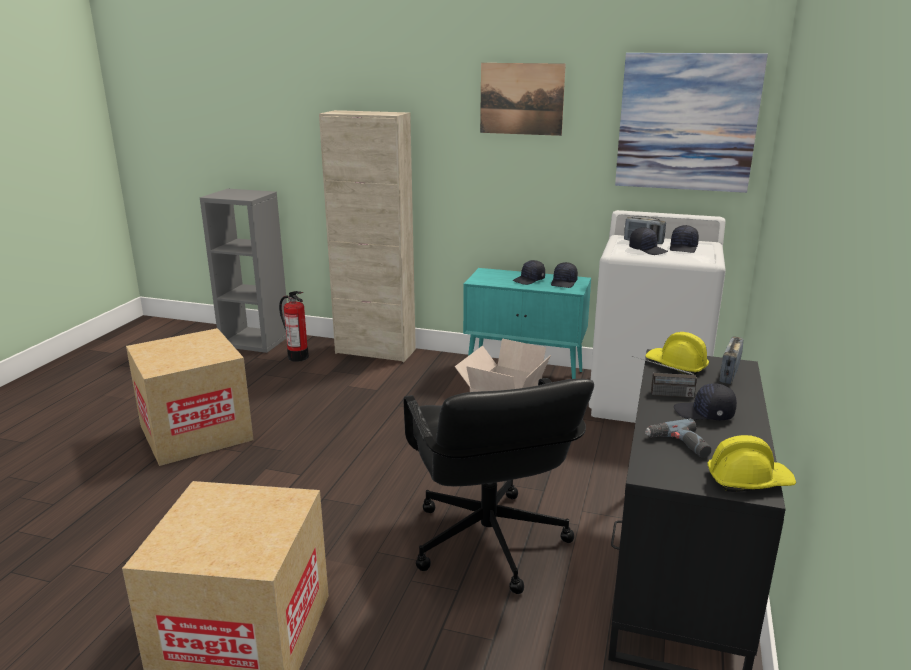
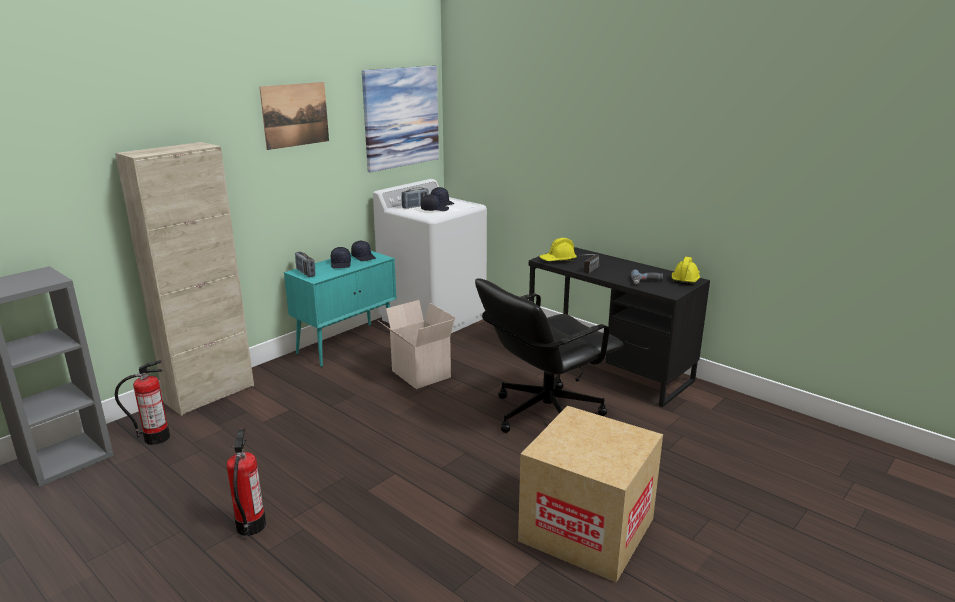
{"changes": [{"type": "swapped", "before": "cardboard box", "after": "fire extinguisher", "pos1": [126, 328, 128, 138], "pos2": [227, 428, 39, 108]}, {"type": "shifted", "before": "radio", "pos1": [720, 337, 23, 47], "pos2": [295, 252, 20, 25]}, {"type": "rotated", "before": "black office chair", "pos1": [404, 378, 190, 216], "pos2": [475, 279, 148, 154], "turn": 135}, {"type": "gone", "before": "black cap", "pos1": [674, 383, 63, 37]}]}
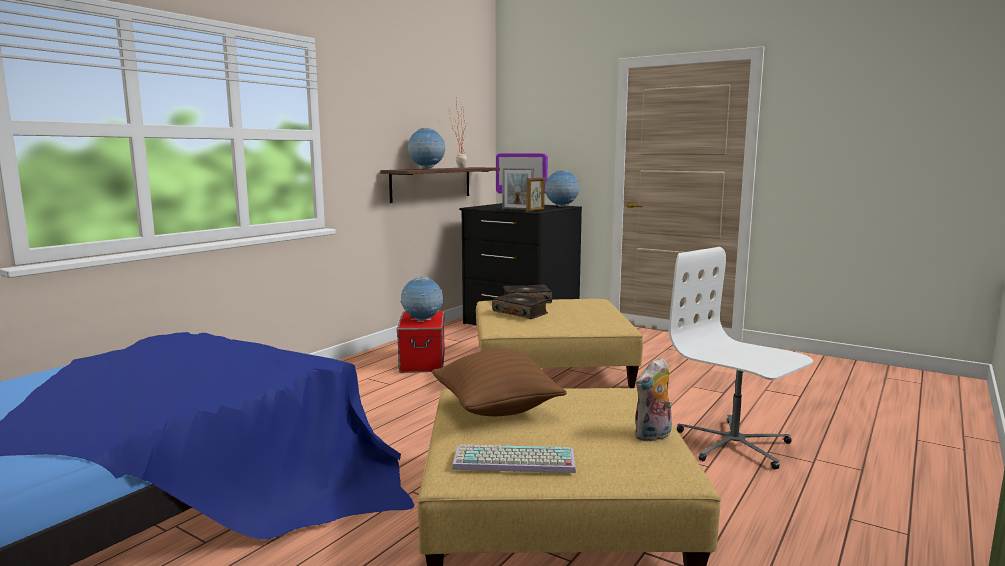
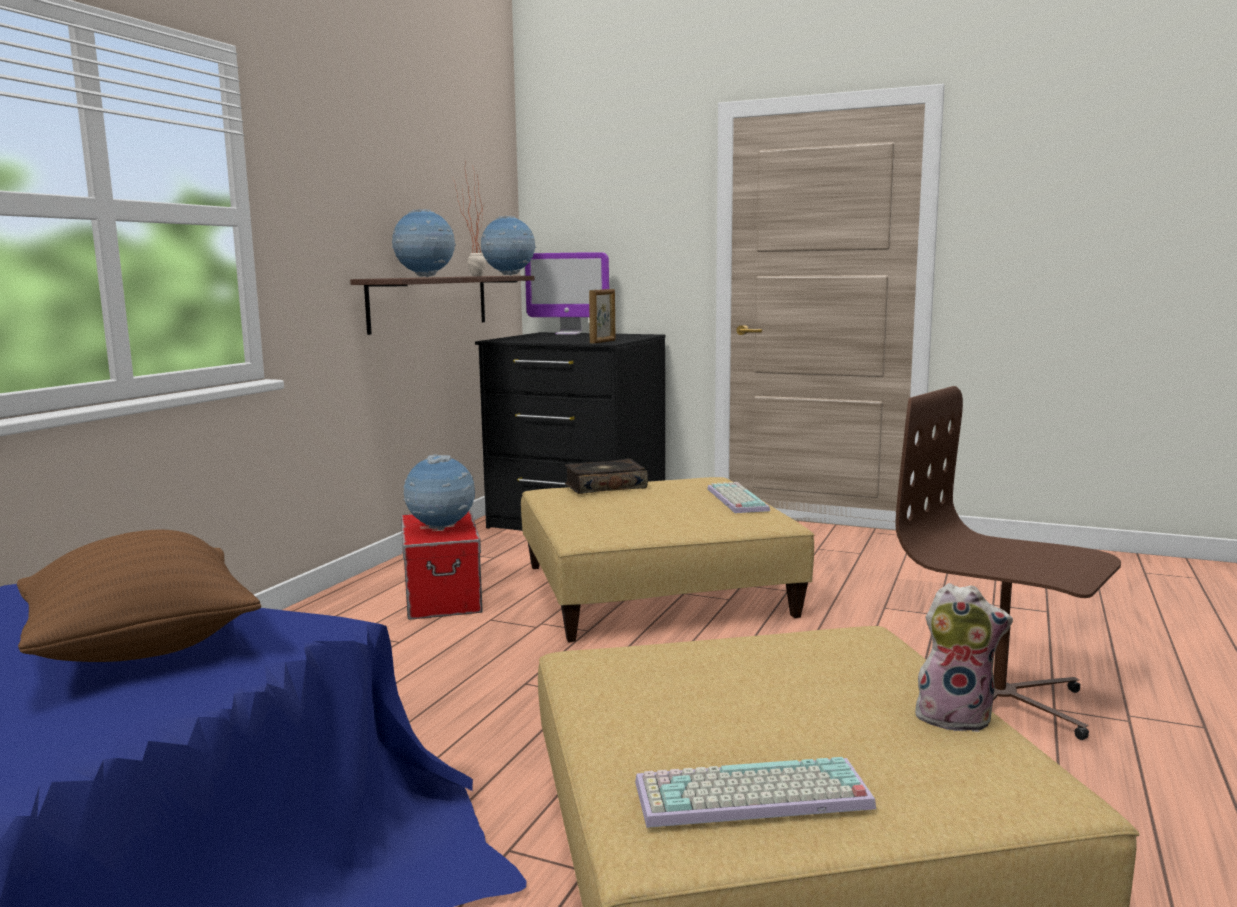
{"changes": [{"type": "gone", "before": "picture frame", "pos1": [502, 168, 31, 42]}, {"type": "shifted", "before": "globe", "pos1": [545, 170, 35, 37], "pos2": [481, 216, 56, 60]}, {"type": "repainted", "before": "white office chair", "after": "brown office chair", "pos1": [669, 247, 144, 223], "pos2": [895, 386, 226, 354]}, {"type": "gone", "before": "book", "pos1": [492, 293, 56, 26]}, {"type": "shifted", "before": "brown pillow", "pos1": [432, 349, 135, 67], "pos2": [17, 529, 244, 133]}, {"type": "rotated", "before": "plush toy", "pos1": [635, 358, 37, 84], "pos2": [914, 583, 99, 149], "turn": -120}, {"type": "new", "after": "keyboard", "pos2": [707, 482, 63, 31]}]}
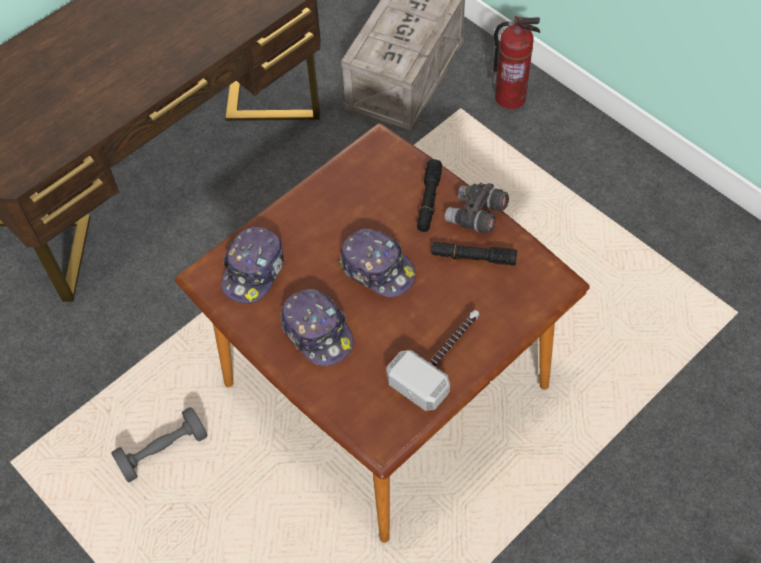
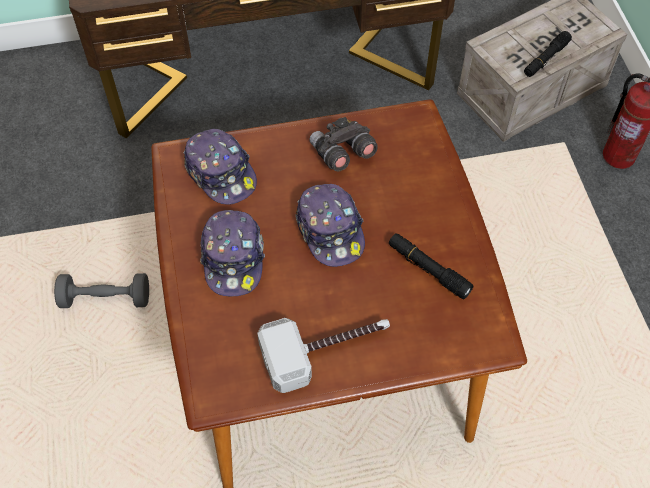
{"changes": [{"type": "shifted", "before": "black flashlight", "pos1": [417, 159, 25, 73], "pos2": [524, 31, 48, 46]}, {"type": "shifted", "before": "grey binoculars", "pos1": [445, 183, 64, 50], "pos2": [310, 117, 68, 54]}, {"type": "rotated", "before": "cap", "pos1": [221, 227, 63, 77], "pos2": [184, 129, 73, 76], "turn": -90}]}
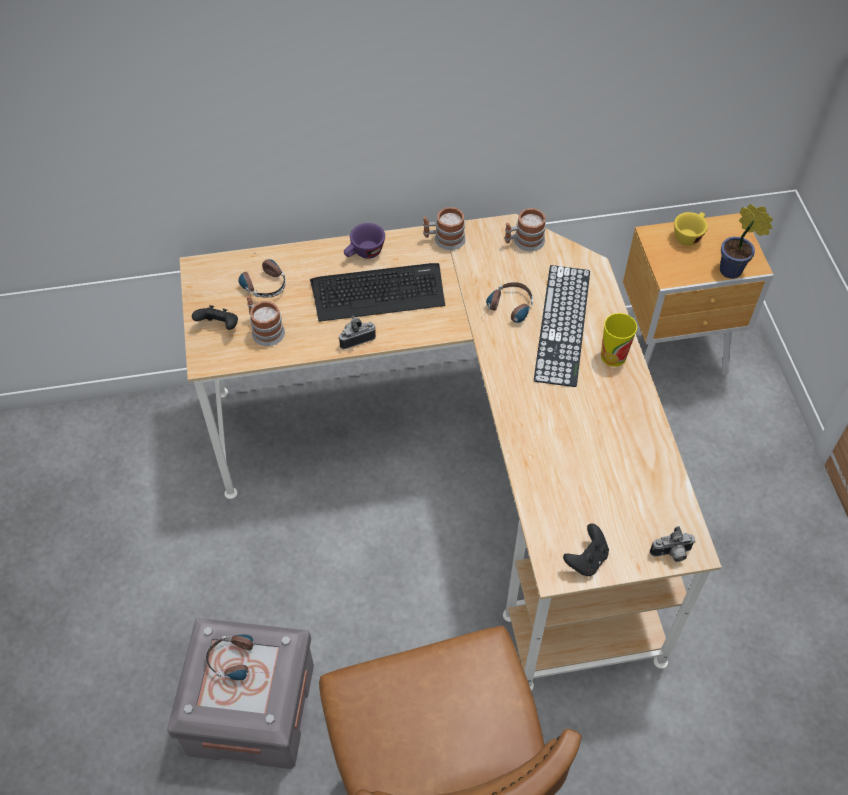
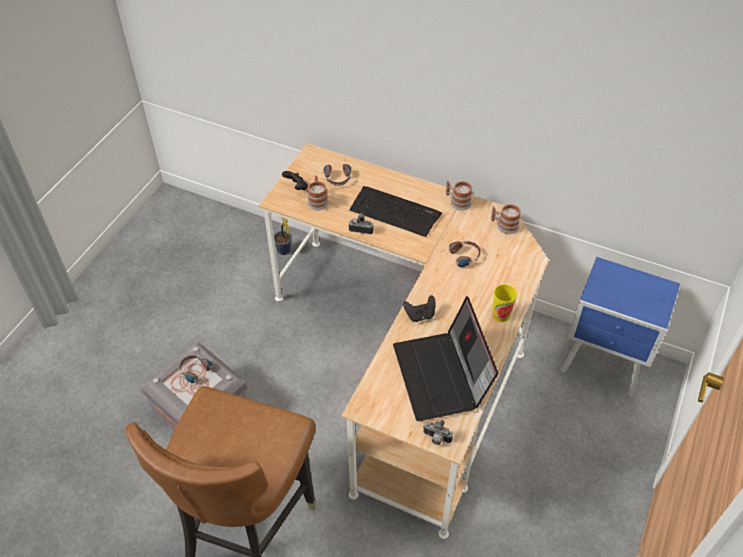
{"changes": [{"type": "shifted", "before": "potted plant", "pos1": [720, 204, 53, 75], "pos2": [274, 217, 18, 38]}, {"type": "gone", "before": "yellow cup", "pos1": [674, 212, 34, 34]}, {"type": "repainted", "before": "brown nightstand", "after": "blue nightstand", "pos1": [623, 213, 151, 163], "pos2": [561, 257, 119, 140]}, {"type": "gone", "before": "purple cup", "pos1": [344, 223, 41, 36]}, {"type": "gone", "before": "keyboard", "pos1": [534, 265, 56, 122]}, {"type": "shifted", "before": "black game controller", "pos1": [563, 524, 46, 52], "pos2": [403, 295, 33, 27]}, {"type": "new", "after": "laptop", "pos2": [393, 296, 105, 125]}]}
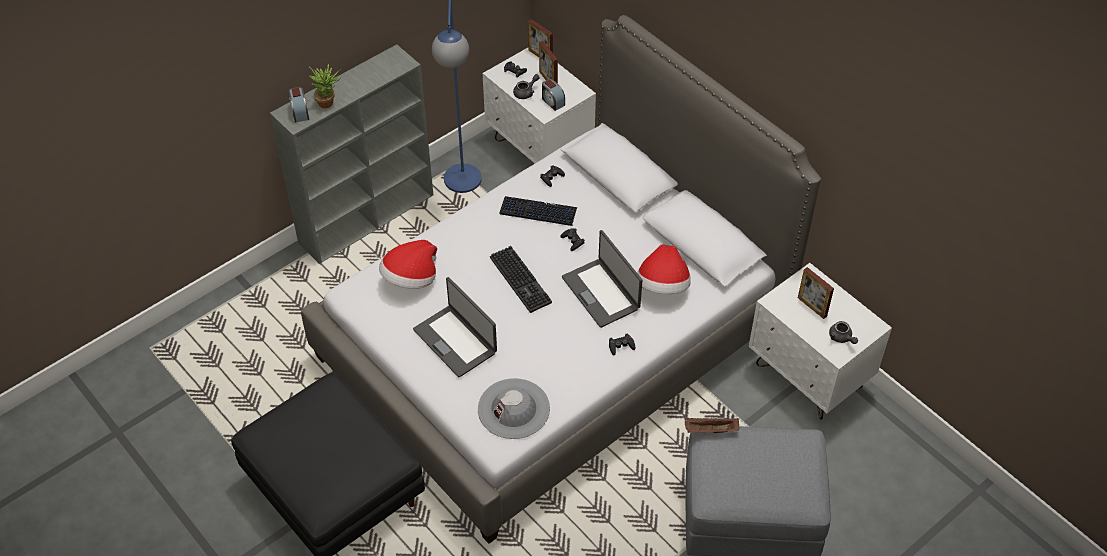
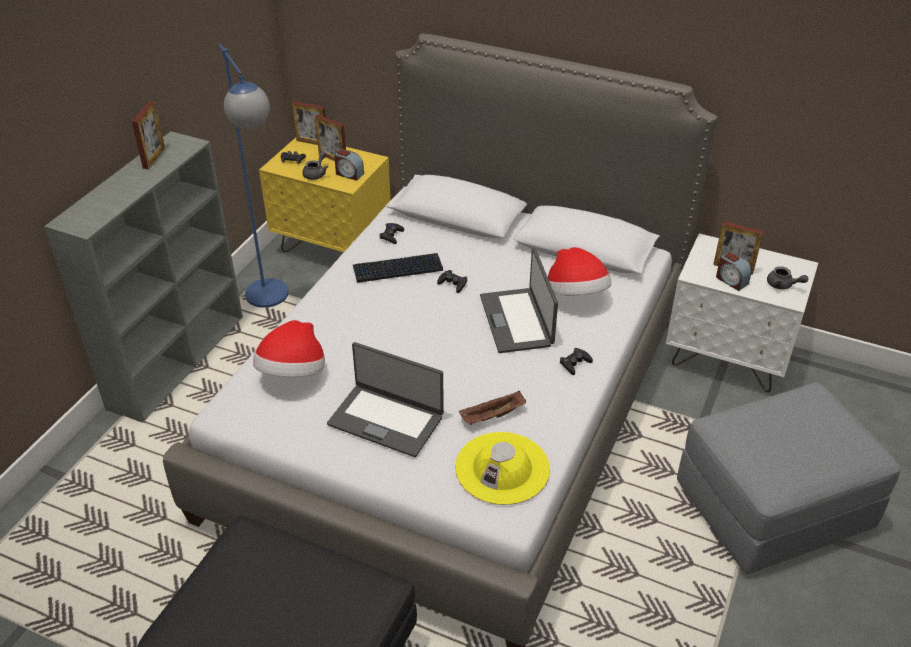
{"changes": [{"type": "repainted", "before": "white nightstand", "after": "yellow nightstand", "pos1": [483, 47, 113, 116], "pos2": [259, 138, 132, 115]}, {"type": "gone", "before": "potted plant", "pos1": [309, 64, 32, 44]}, {"type": "shifted", "before": "alarm clock", "pos1": [288, 87, 21, 36], "pos2": [716, 251, 36, 40]}, {"type": "rotated", "before": "laptop", "pos1": [562, 230, 80, 98], "pos2": [480, 247, 78, 106], "turn": 45}, {"type": "gone", "before": "keyboard", "pos1": [490, 246, 62, 67]}, {"type": "repainted", "before": "grey hat", "after": "yellow hat", "pos1": [478, 378, 72, 61], "pos2": [455, 432, 95, 73]}, {"type": "shifted", "before": "brown tray", "pos1": [684, 418, 56, 15], "pos2": [459, 391, 67, 34]}, {"type": "new", "after": "picture frame", "pos2": [132, 101, 33, 68]}]}
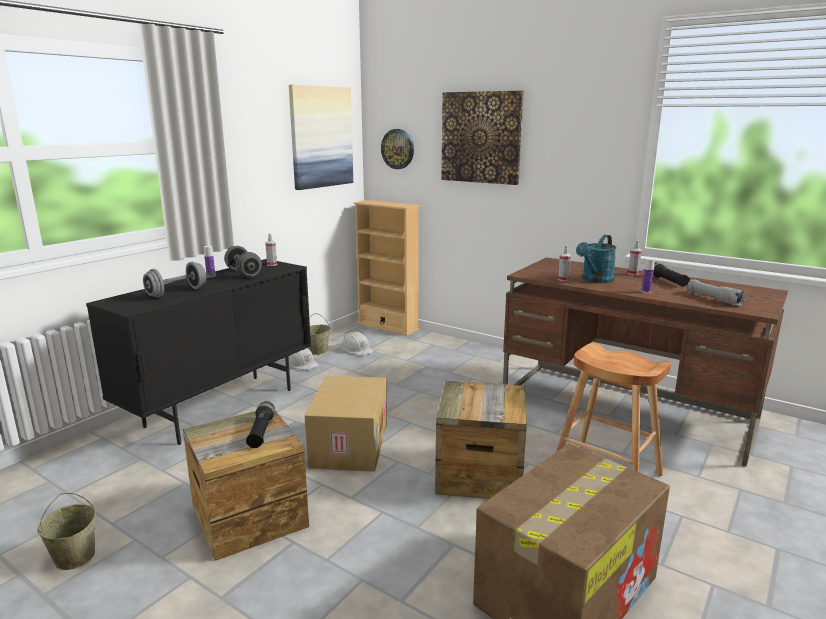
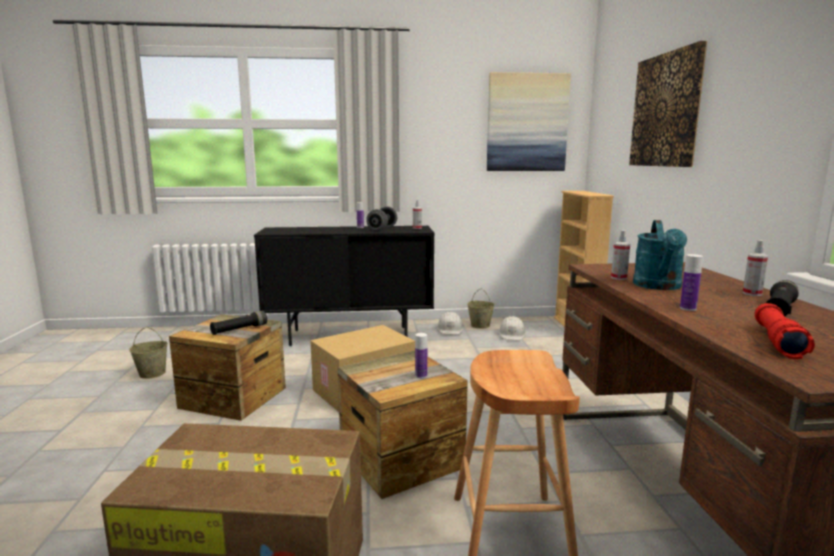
{"changes": [{"type": "gone", "before": "wall clock", "pos1": [381, 129, 33, 40]}, {"type": "rotated", "before": "turquoise watering can", "pos1": [576, 235, 41, 48], "pos2": [633, 220, 54, 70], "turn": -75}, {"type": "gone", "before": "grey dumbbell", "pos1": [143, 262, 63, 36]}, {"type": "repainted", "before": "grey flashlight", "after": "red flashlight", "pos1": [687, 279, 59, 27], "pos2": [755, 303, 60, 56]}, {"type": "new", "after": "bottle", "pos2": [415, 333, 12, 45]}]}
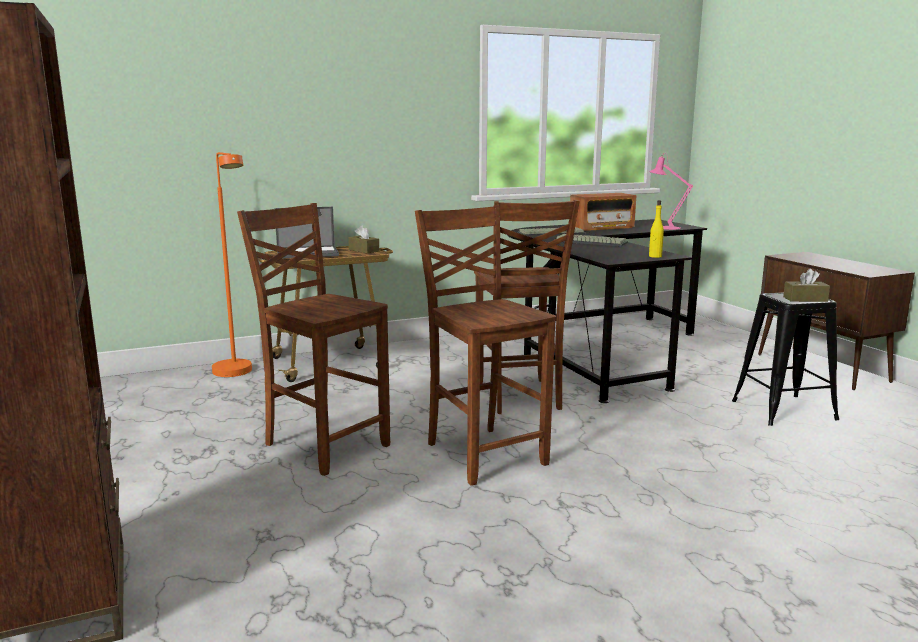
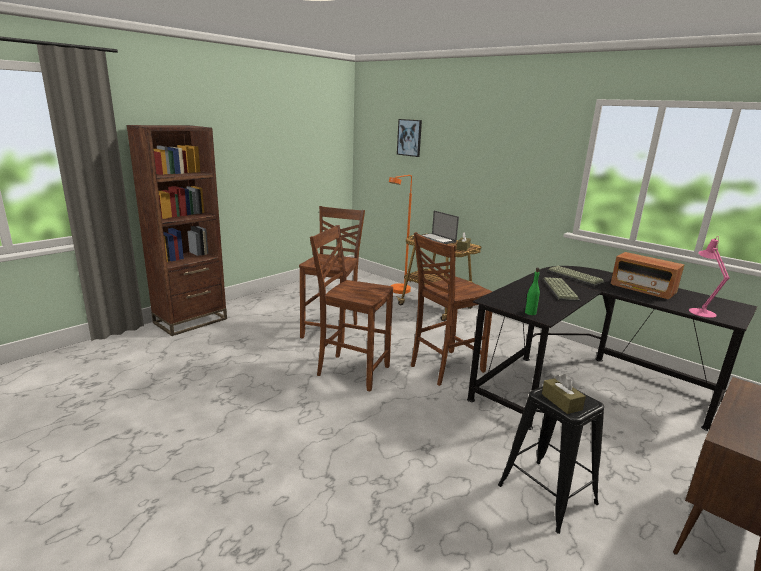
{"changes": [{"type": "repainted", "before": "yellow bottle", "after": "green bottle", "pos1": [649, 200, 15, 58], "pos2": [525, 268, 15, 47]}, {"type": "rotated", "before": "brown chair", "pos1": [415, 205, 141, 281], "pos2": [310, 225, 83, 166], "turn": -105}, {"type": "new", "after": "picture", "pos2": [397, 119, 25, 38]}]}
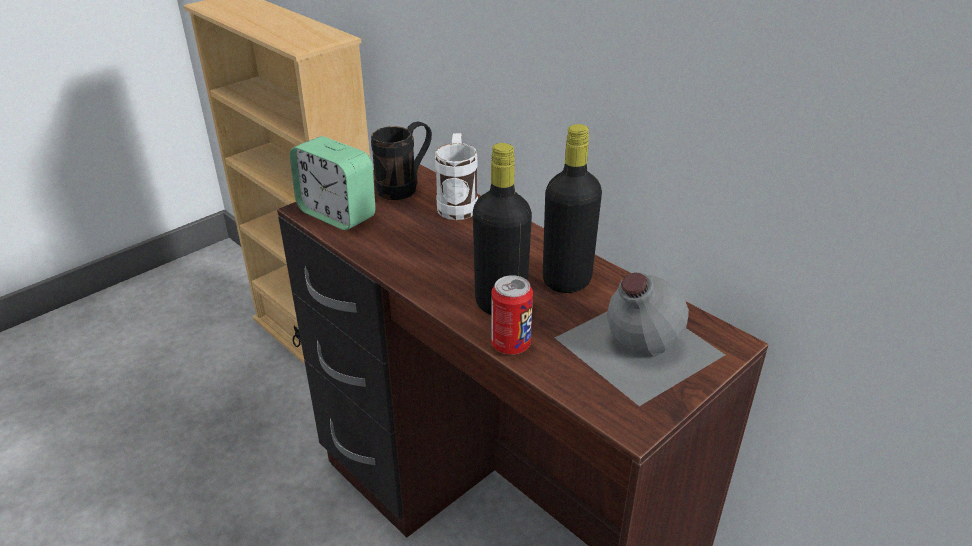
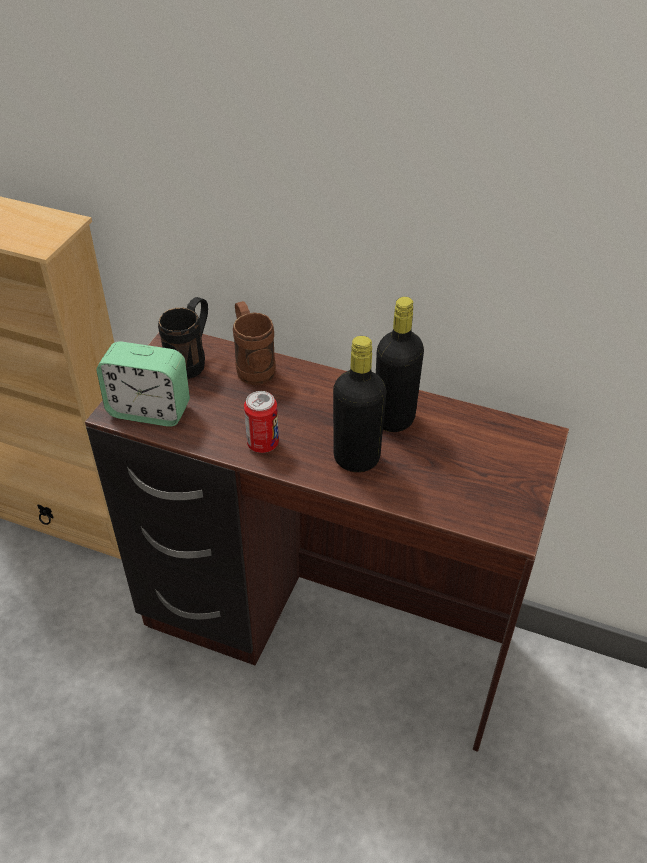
{"changes": [{"type": "repainted", "before": "white mug", "after": "brown mug", "pos1": [435, 133, 43, 87], "pos2": [233, 301, 43, 84]}, {"type": "gone", "before": "grey bottle", "pos1": [555, 272, 170, 134]}, {"type": "shifted", "before": "can", "pos1": [491, 275, 42, 80], "pos2": [244, 391, 35, 62]}]}
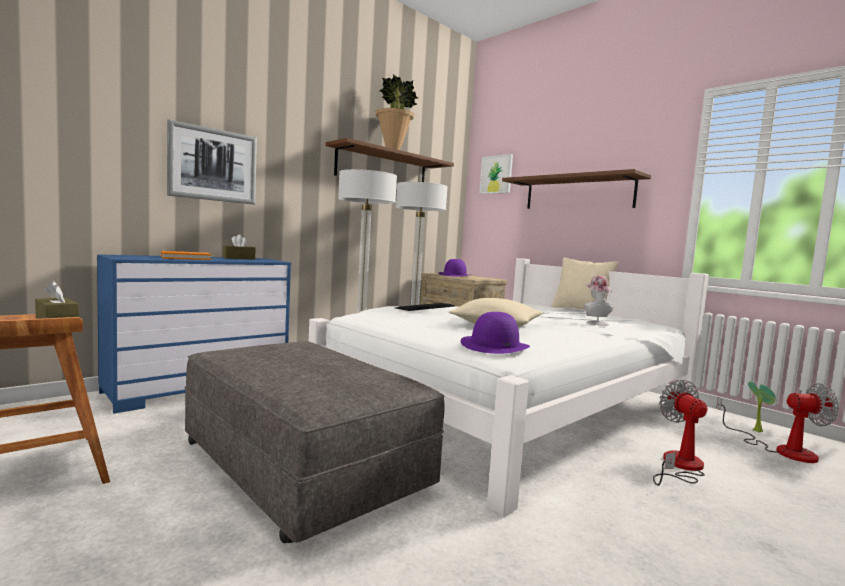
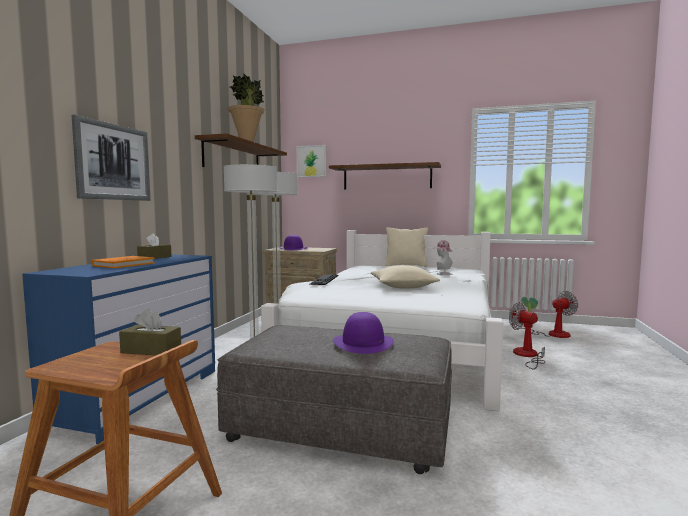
{"changes": [{"type": "shifted", "before": "purple hat", "pos1": [460, 312, 70, 42], "pos2": [333, 312, 61, 42]}]}
